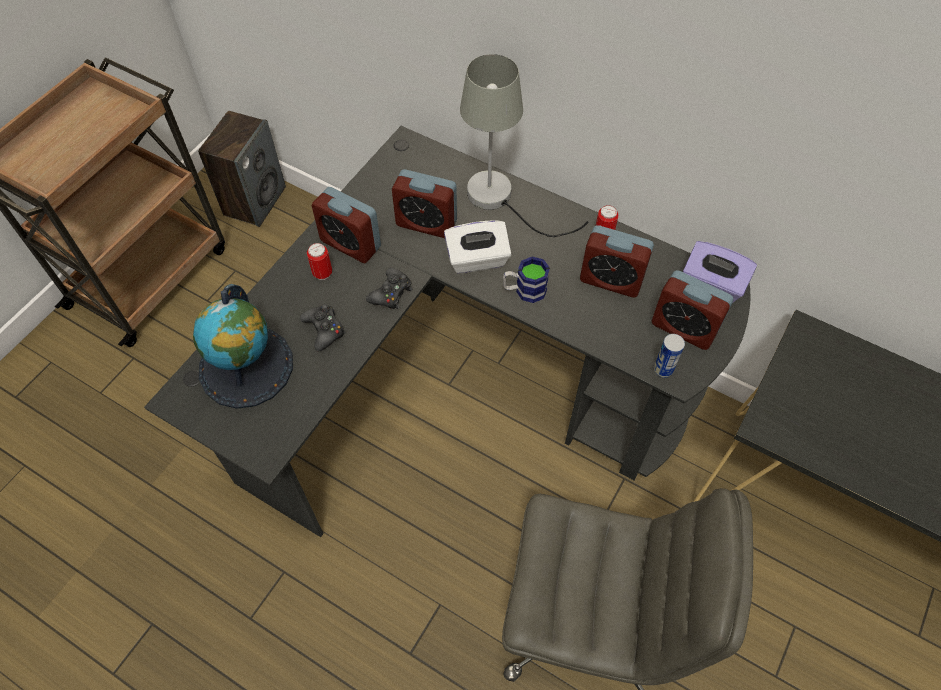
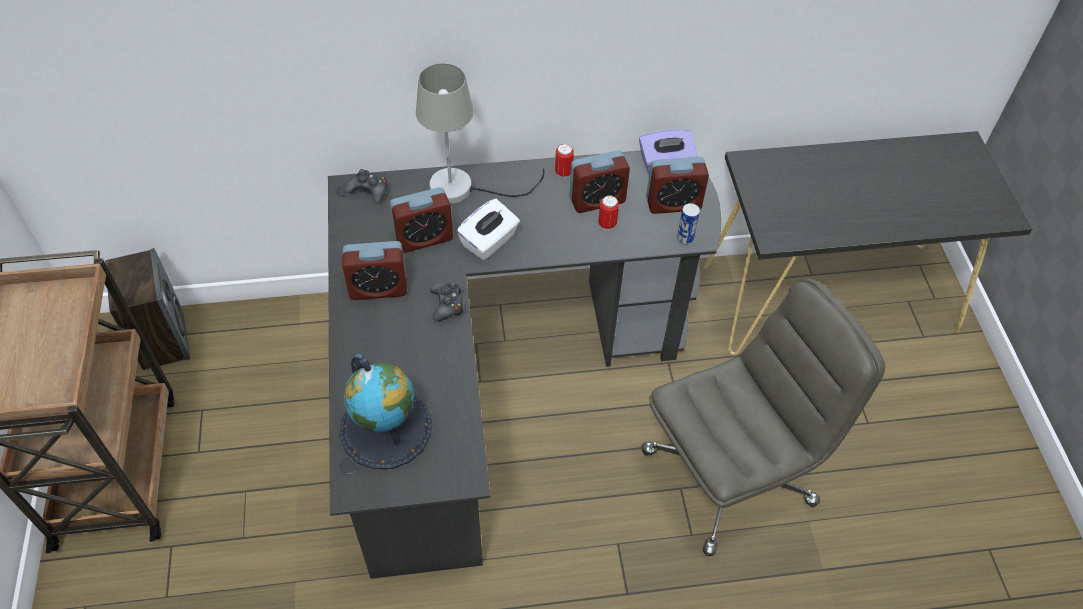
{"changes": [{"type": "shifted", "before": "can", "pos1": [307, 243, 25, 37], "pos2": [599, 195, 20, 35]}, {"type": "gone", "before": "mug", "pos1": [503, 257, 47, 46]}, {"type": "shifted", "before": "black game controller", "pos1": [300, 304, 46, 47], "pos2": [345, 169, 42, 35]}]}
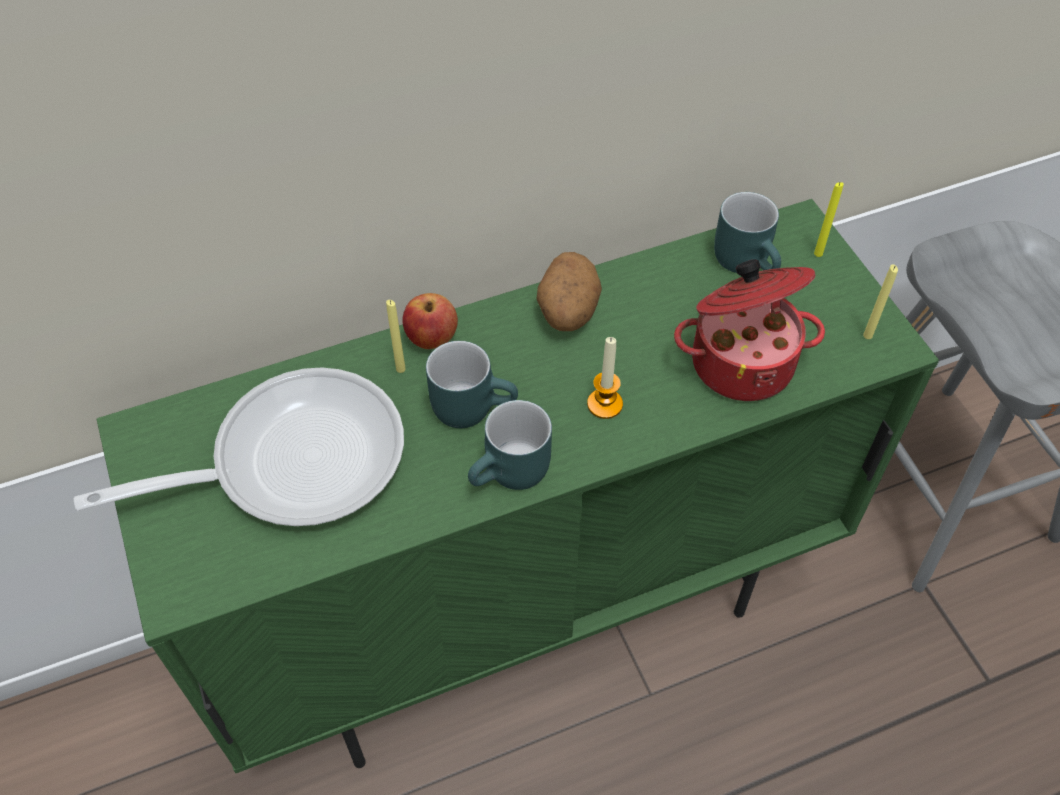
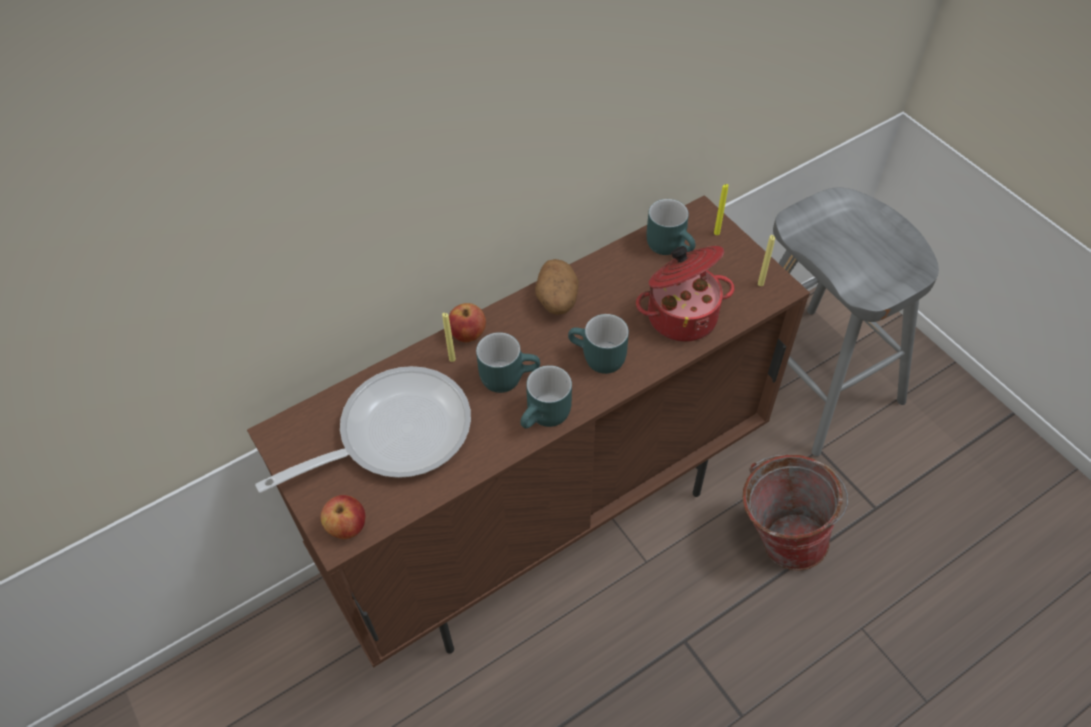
{"changes": [{"type": "repainted", "before": "green cabinet", "after": "brown cabinet", "pos1": [97, 199, 842, 574], "pos2": [247, 195, 563, 472]}, {"type": "swapped", "before": "candle", "after": "turquoise mug", "pos1": [587, 337, 36, 82], "pos2": [568, 314, 61, 60]}, {"type": "new", "after": "bucket", "pos2": [742, 455, 106, 116]}, {"type": "new", "after": "apple", "pos2": [320, 495, 45, 44]}]}
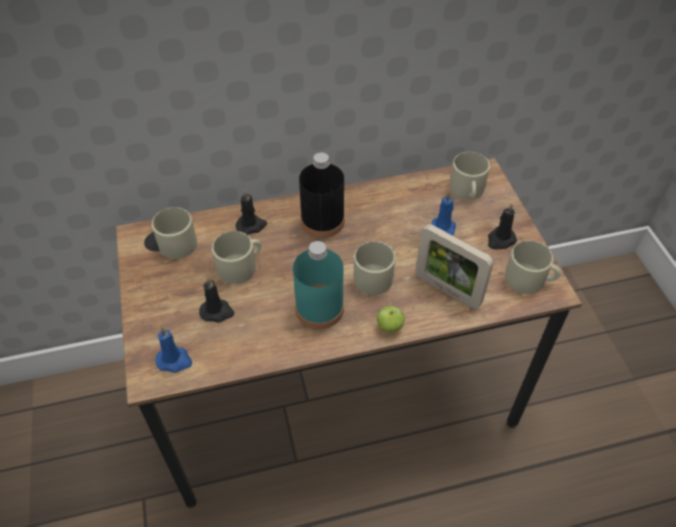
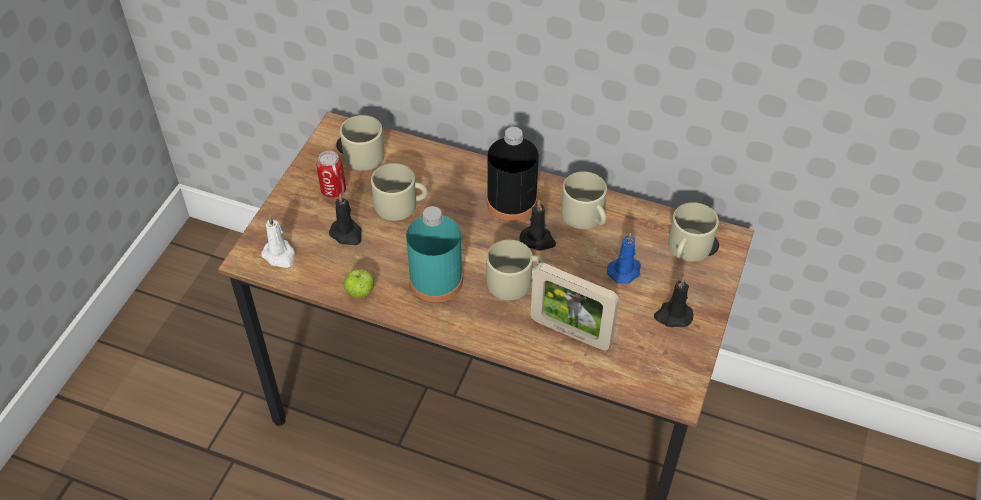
{"changes": [{"type": "shifted", "before": "black candle", "pos1": [236, 190, 31, 45], "pos2": [520, 200, 36, 51]}, {"type": "rotated", "before": "picture frame", "pos1": [415, 224, 79, 85], "pos2": [531, 263, 88, 88], "turn": -45}, {"type": "shifted", "before": "beige mug", "pos1": [505, 240, 56, 54], "pos2": [561, 172, 46, 57]}, {"type": "shifted", "before": "apple", "pos1": [377, 306, 28, 27], "pos2": [344, 269, 31, 29]}, {"type": "repainted", "before": "blue candle", "after": "white candle", "pos1": [156, 327, 36, 46], "pos2": [261, 215, 34, 53]}, {"type": "new", "after": "can", "pos2": [316, 151, 30, 47]}]}
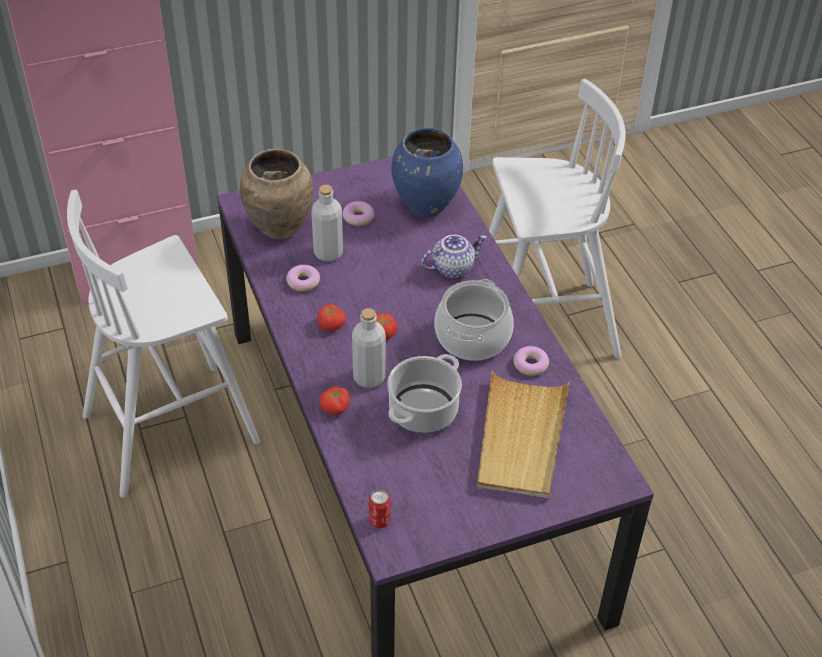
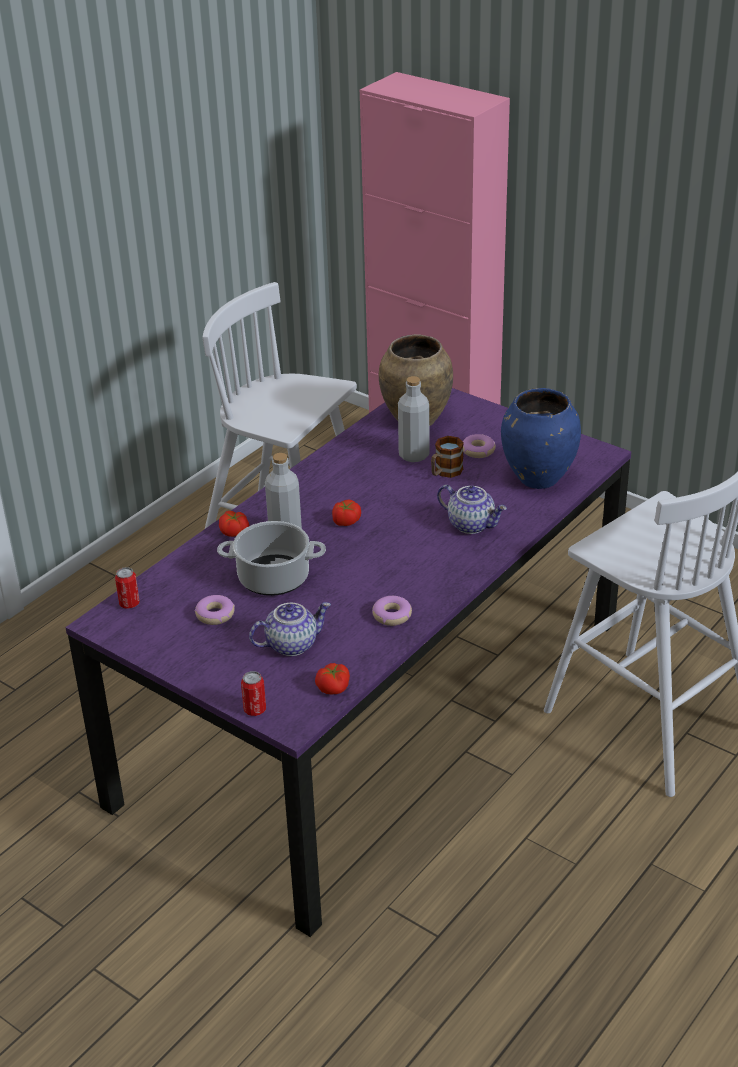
{"changes": [{"type": "shifted", "before": "donut", "pos1": [286, 265, 34, 26], "pos2": [195, 595, 40, 30]}, {"type": "gone", "before": "cooking pot", "pos1": [434, 279, 80, 82]}, {"type": "shifted", "before": "tomato", "pos1": [317, 304, 29, 27], "pos2": [315, 663, 35, 31]}, {"type": "swapped", "before": "beige tray", "after": "teapot", "pos1": [477, 371, 93, 127], "pos2": [249, 602, 82, 54]}, {"type": "new", "after": "mug", "pos2": [431, 436, 33, 42]}, {"type": "new", "after": "can", "pos2": [241, 671, 25, 45]}]}
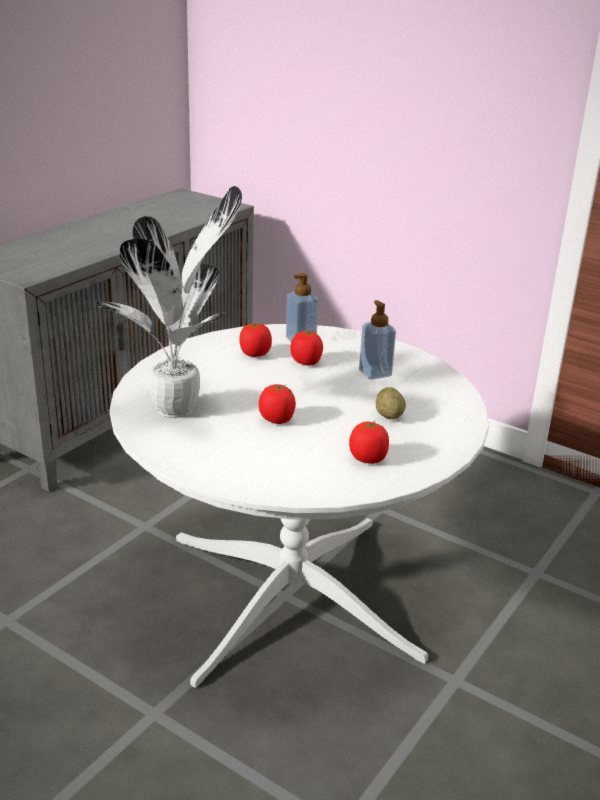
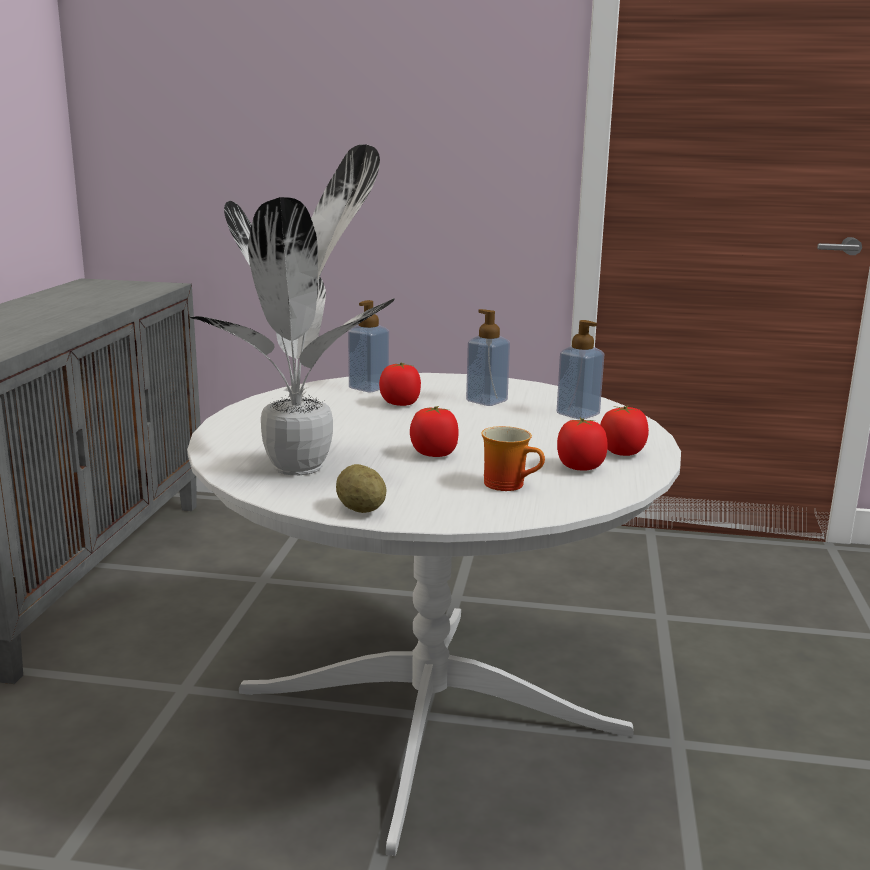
{"changes": [{"type": "shifted", "before": "tomato", "pos1": [239, 322, 33, 35], "pos2": [600, 406, 49, 50]}, {"type": "shifted", "before": "potato", "pos1": [376, 387, 30, 32], "pos2": [336, 464, 50, 49]}, {"type": "new", "after": "soap dispenser", "pos2": [556, 320, 48, 100]}, {"type": "new", "after": "mug", "pos2": [481, 426, 64, 65]}]}
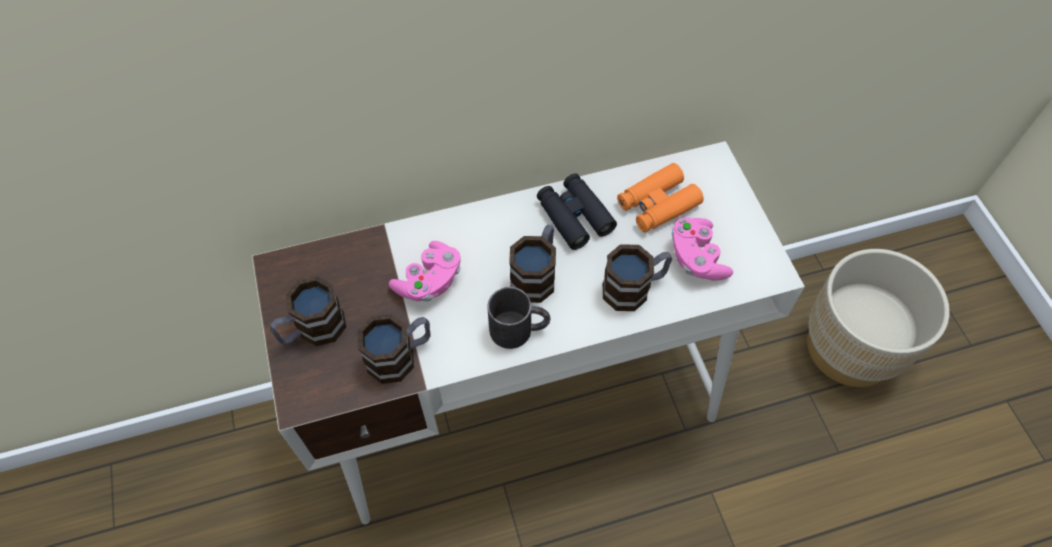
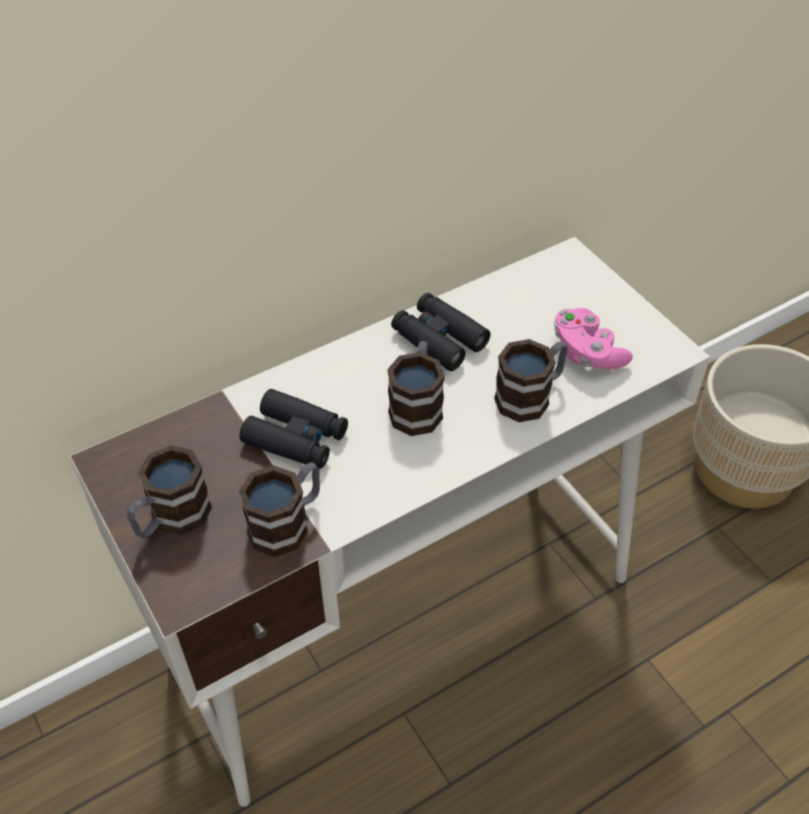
{"changes": [{"type": "gone", "before": "orange binoculars", "pos1": [617, 163, 87, 69]}, {"type": "swapped", "before": "pink game controller", "after": "black binoculars", "pos1": [389, 241, 72, 61], "pos2": [239, 389, 109, 80]}, {"type": "gone", "before": "black mug", "pos1": [487, 287, 63, 62]}]}
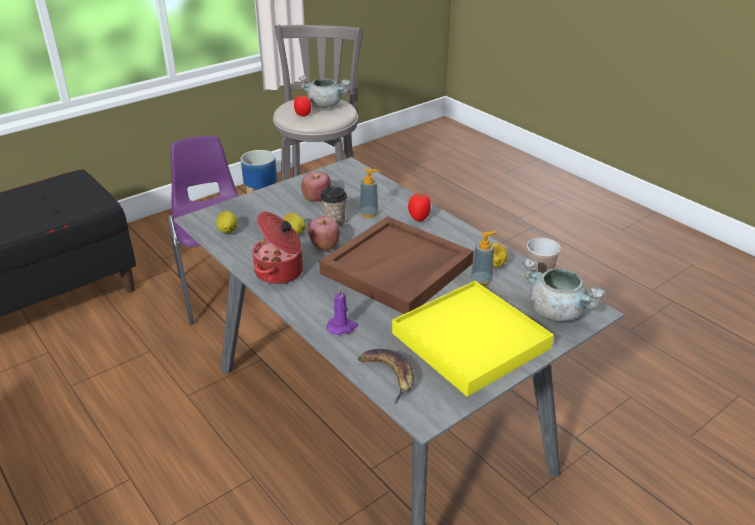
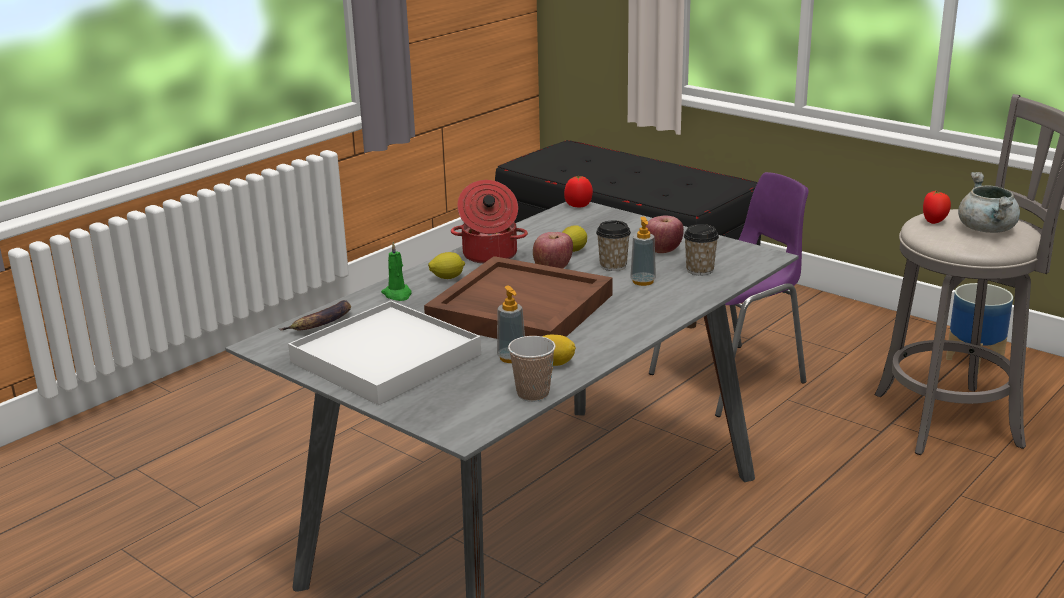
{"changes": [{"type": "shifted", "before": "tomato", "pos1": [408, 193, 23, 28], "pos2": [564, 176, 29, 31]}, {"type": "shifted", "before": "lemon", "pos1": [216, 211, 21, 22], "pos2": [428, 252, 37, 27]}, {"type": "gone", "before": "grey cooking pot", "pos1": [523, 259, 83, 63]}, {"type": "repainted", "before": "yellow tray", "after": "white tray", "pos1": [392, 281, 162, 116], "pos2": [288, 301, 193, 104]}, {"type": "repainted", "before": "purple candle", "after": "green candle", "pos1": [326, 286, 32, 49], "pos2": [381, 242, 31, 59]}, {"type": "new", "after": "cup", "pos2": [684, 224, 35, 51]}]}
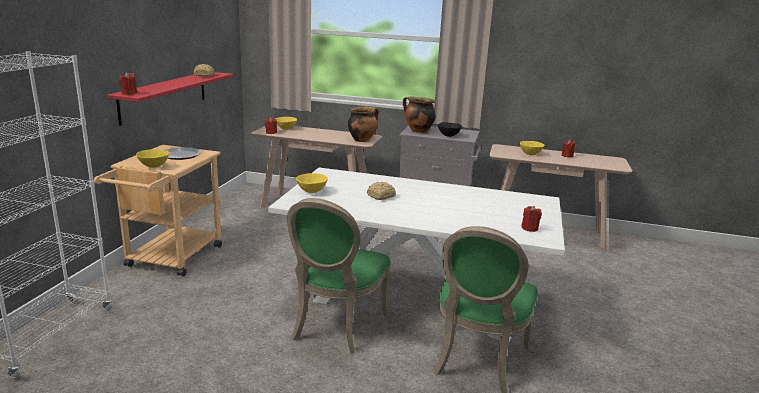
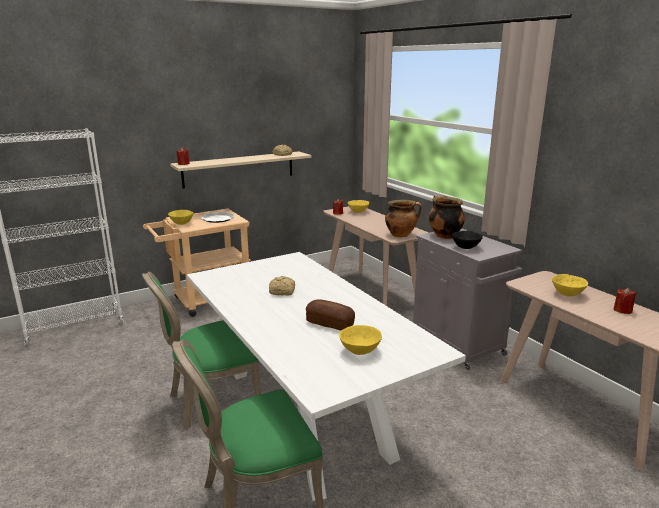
{"changes": [{"type": "repainted", "before": "red shelf", "after": "beige shelf", "pos1": [107, 72, 127, 54], "pos2": [170, 151, 141, 37]}, {"type": "shifted", "before": "yellow bowl", "pos1": [296, 173, 32, 20], "pos2": [339, 325, 43, 30]}, {"type": "gone", "before": "red candle", "pos1": [521, 206, 21, 26]}, {"type": "new", "after": "bread", "pos2": [306, 299, 49, 32]}]}
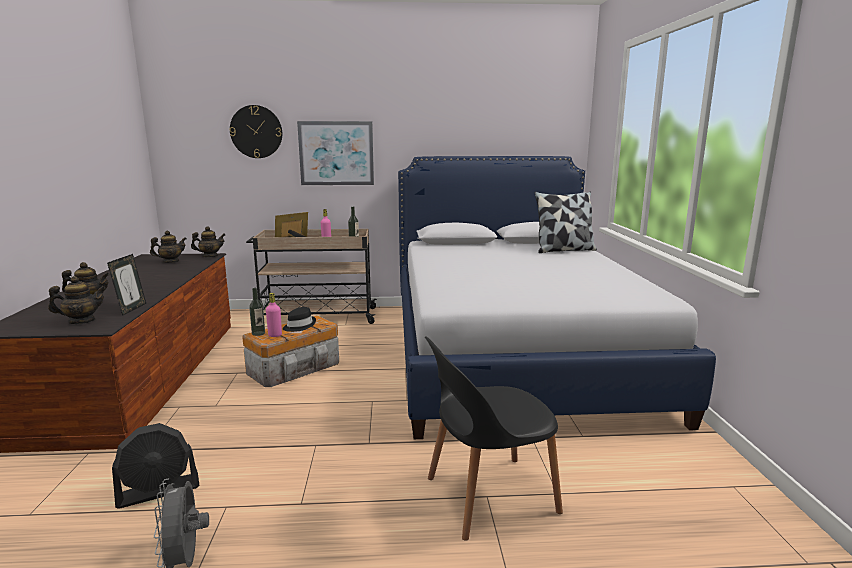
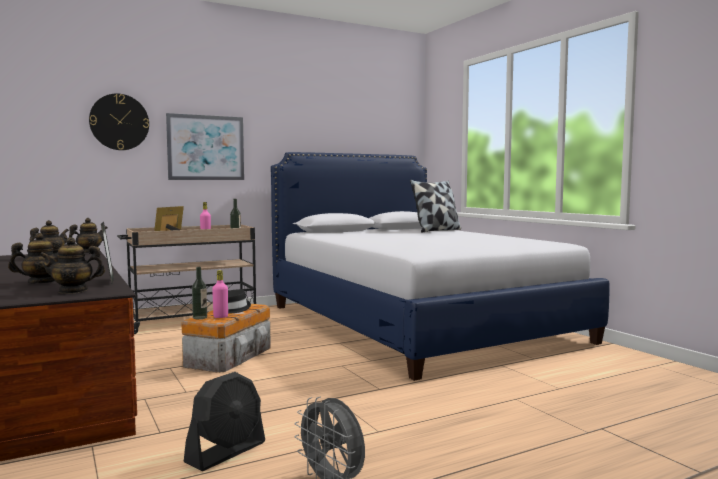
{"changes": [{"type": "rotated", "before": "teapot", "pos1": [48, 276, 58, 48], "pos2": [39, 237, 66, 57], "turn": -150}, {"type": "gone", "before": "black chair", "pos1": [425, 337, 138, 204]}]}
